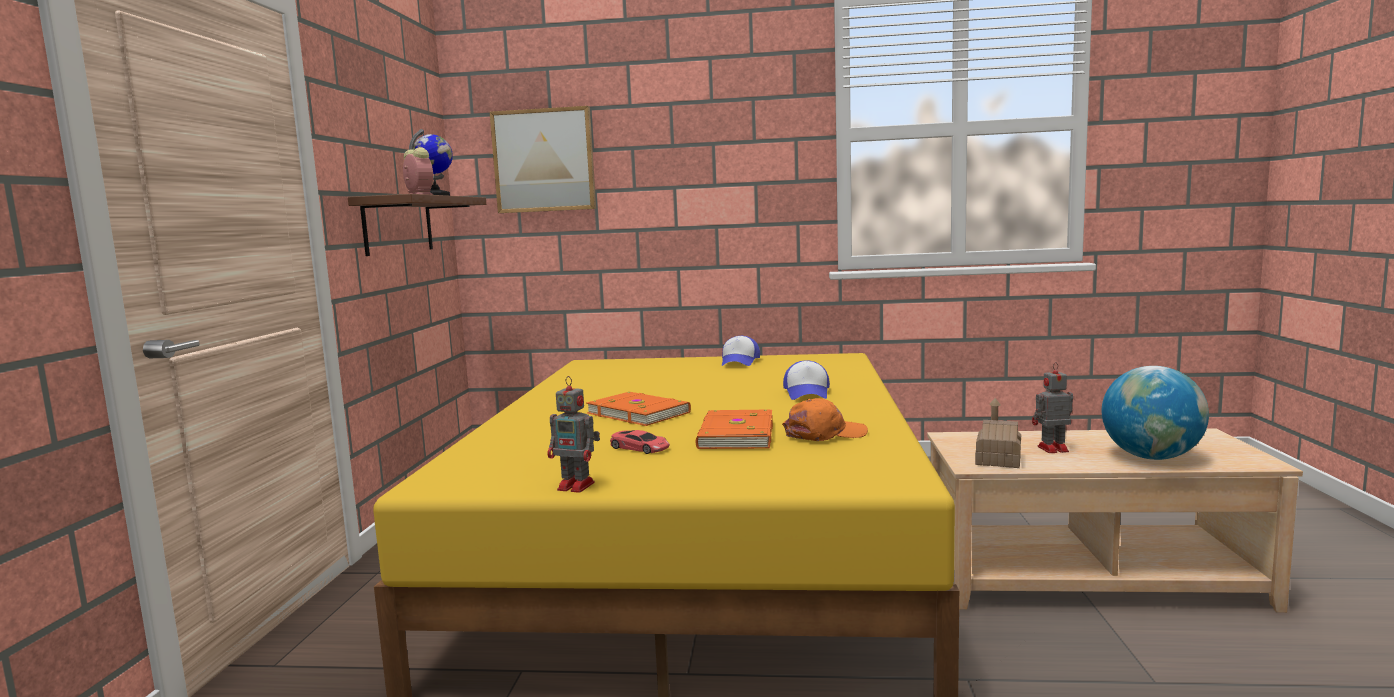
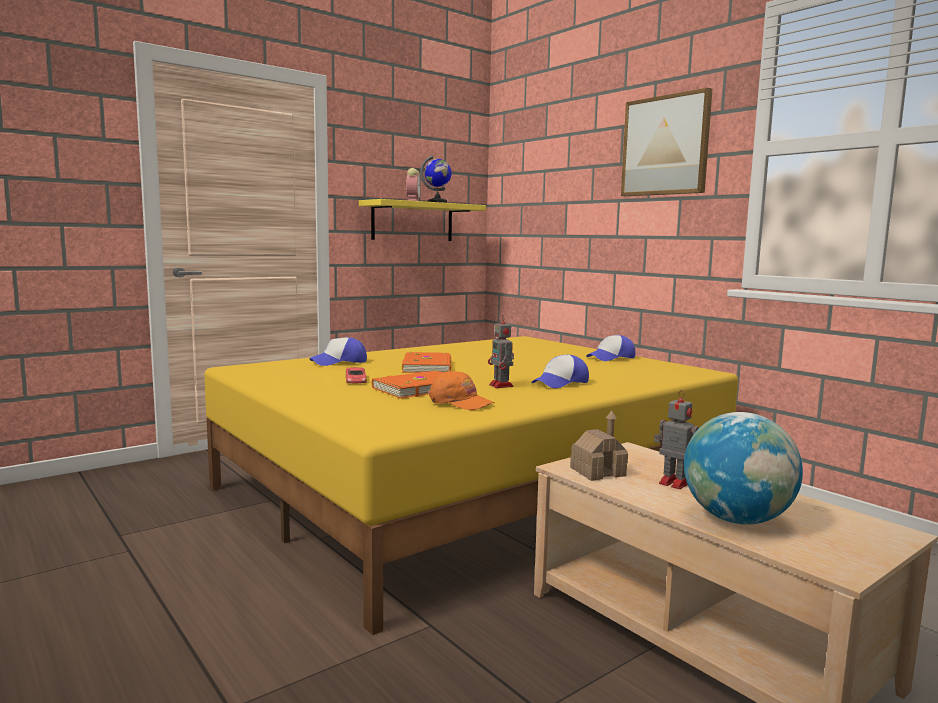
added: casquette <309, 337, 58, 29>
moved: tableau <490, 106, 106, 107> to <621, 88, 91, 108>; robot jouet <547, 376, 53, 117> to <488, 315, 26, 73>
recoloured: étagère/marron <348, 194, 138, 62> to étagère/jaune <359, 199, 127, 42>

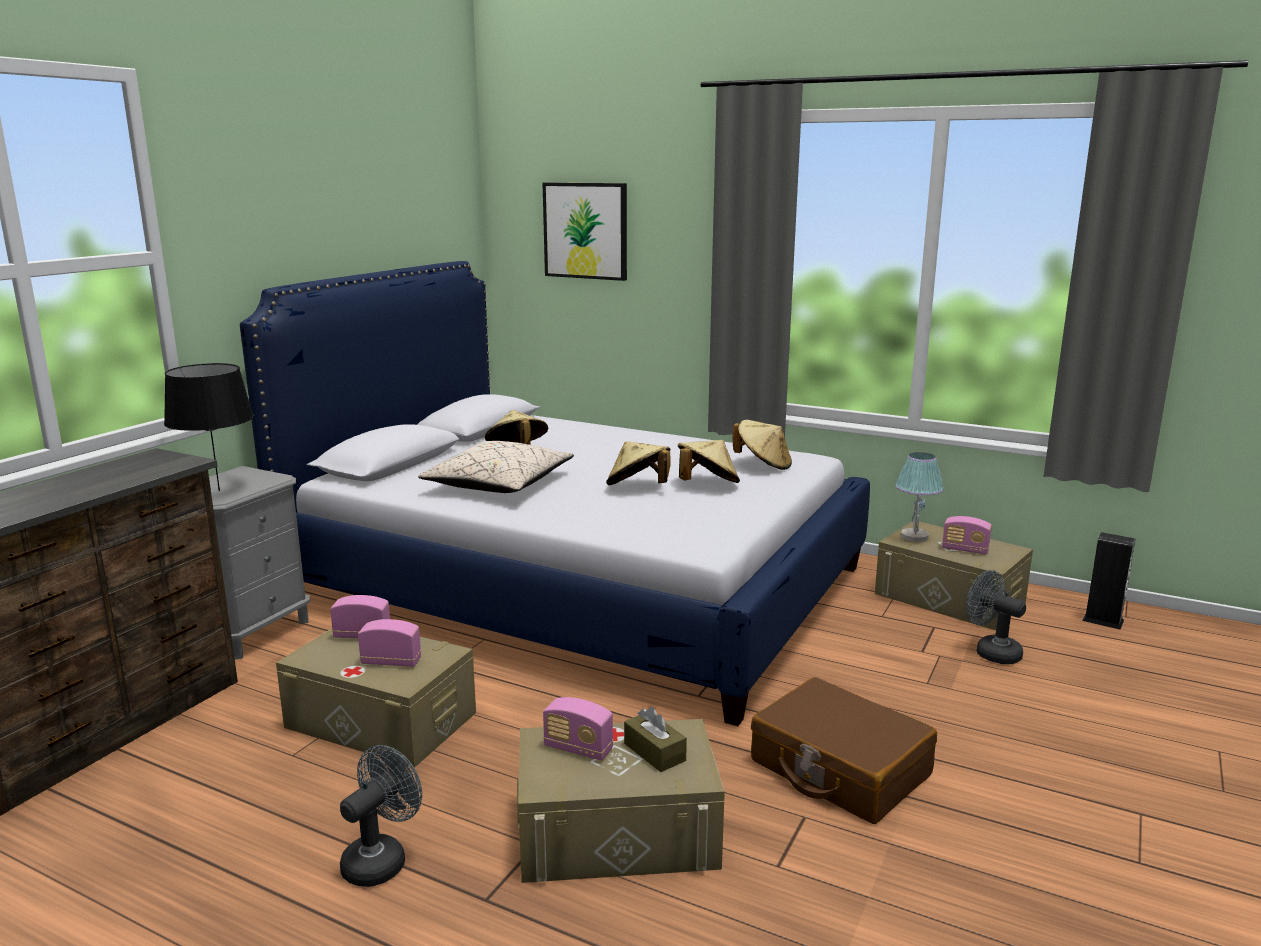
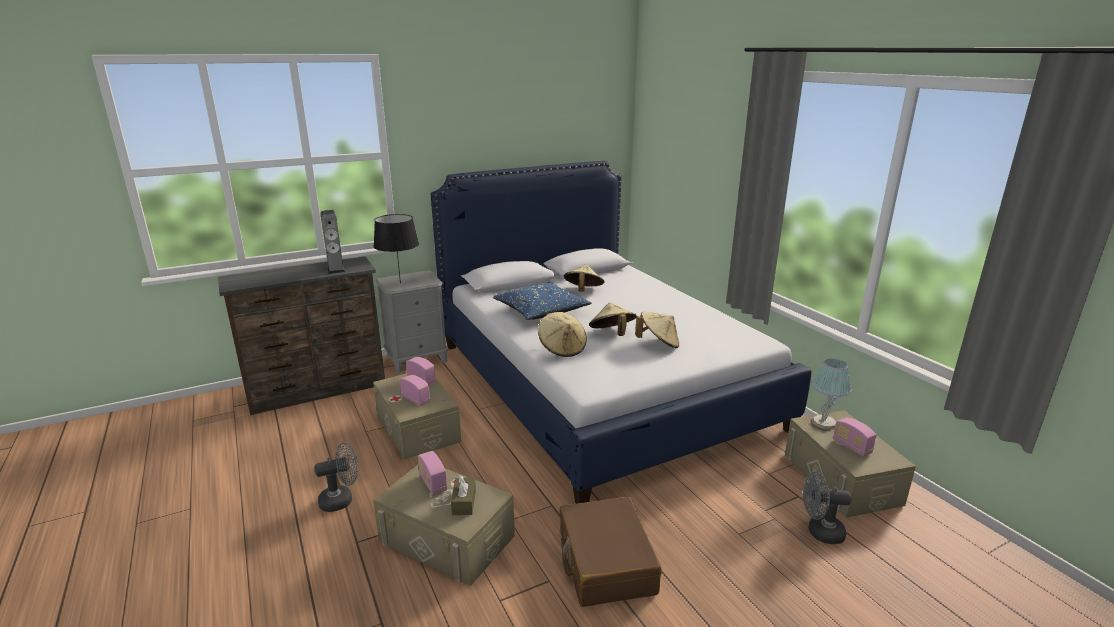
removed: tableau <542, 183, 85, 98>
moved: chapeau/beige <733, 420, 59, 50> to <538, 312, 49, 45>; enceinte <1082, 532, 53, 98> to <320, 210, 25, 64>
recoloured: coussin/beige <418, 441, 156, 52> to coussin/bleu <493, 283, 99, 37>
turned: ventilateur/gris <966, 570, 60, 94> = <803, 472, 48, 72> 75 degrees counterclockwise

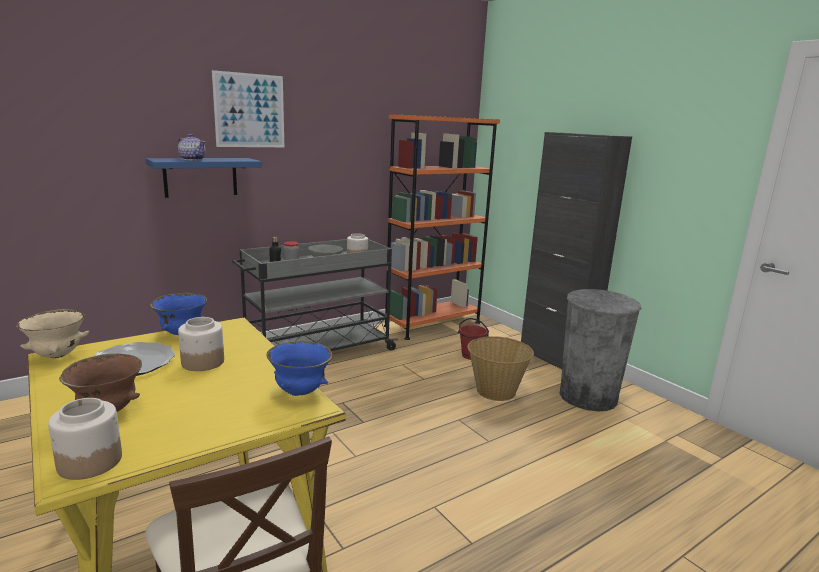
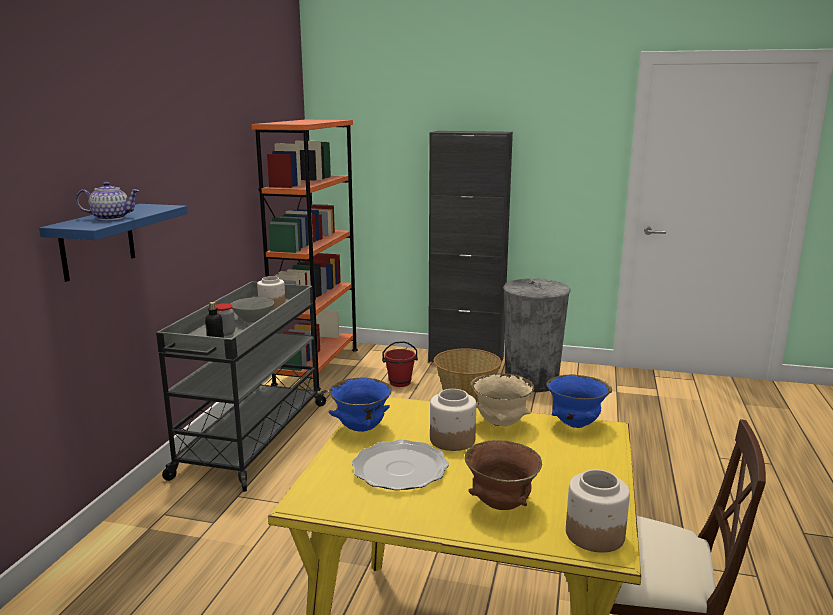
removed: tableau <212, 70, 72, 77>
moved: bol/beige <16, 309, 73, 49> to <470, 373, 64, 54>

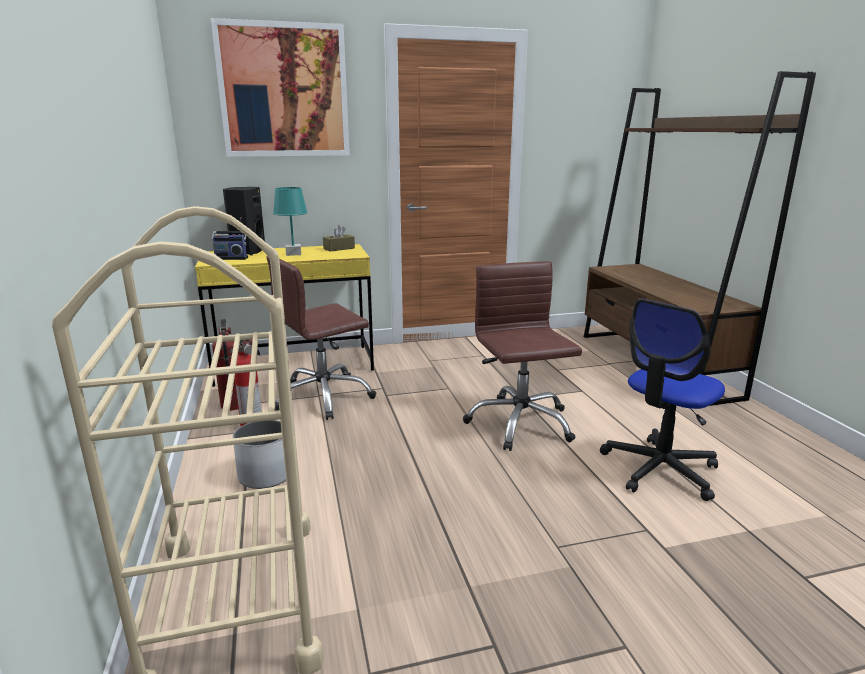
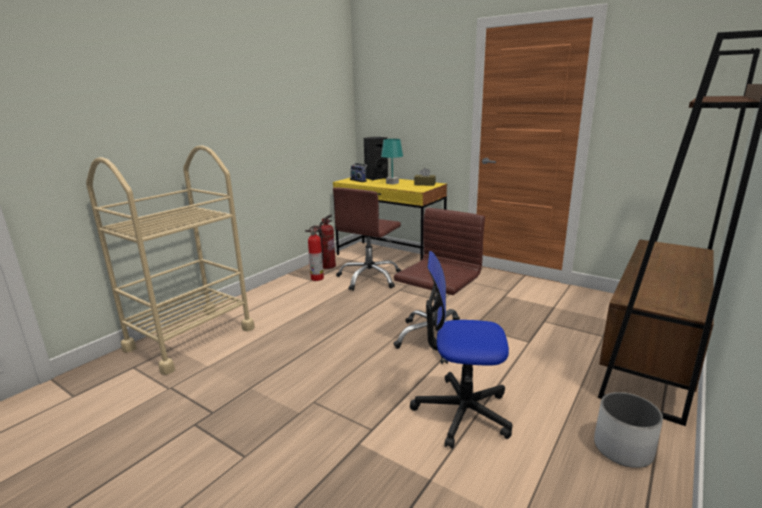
removed: tableau <211, 18, 139, 139>
moved: cache-pot/blanc <233, 420, 53, 69> to <594, 392, 69, 76>
turned: chaise de bureau/marron <266, 256, 110, 164> = <333, 187, 69, 104> 75 degrees counterclockwise

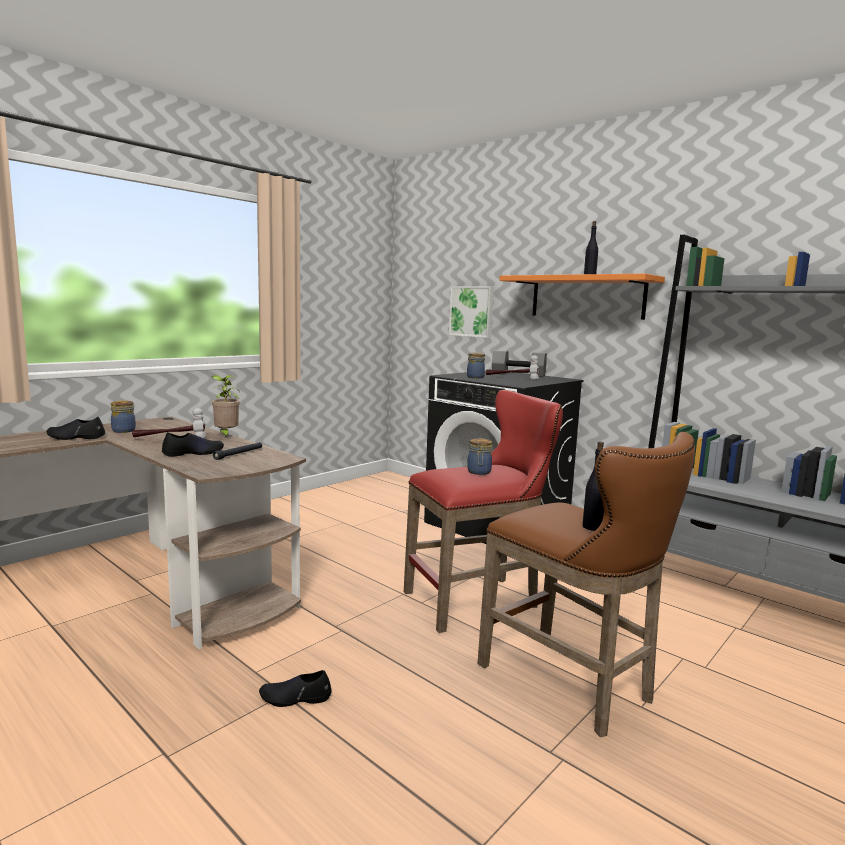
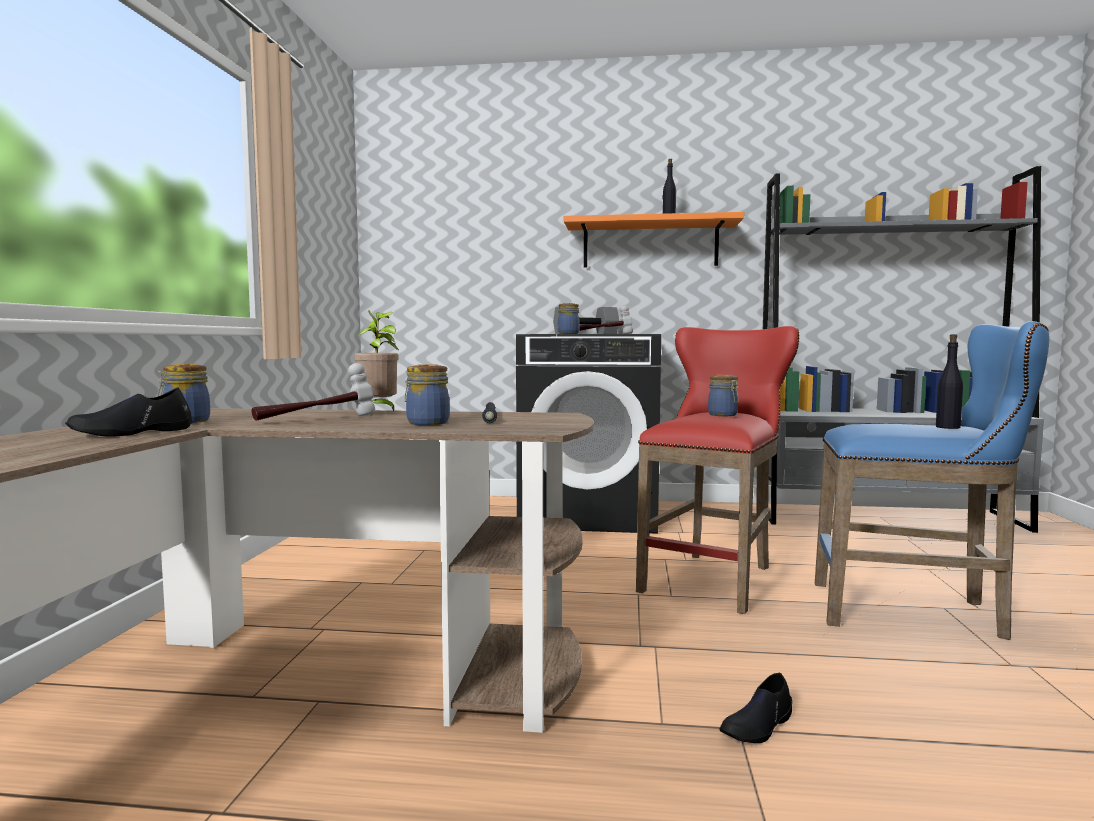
removed: tableau <449, 286, 45, 52>
replaced: chaussure/noir <162, 432, 62, 25> to bocal <405, 364, 45, 61>
recoloured: tabouret/marron <477, 432, 218, 305> to tabouret/bleu <815, 321, 235, 319>

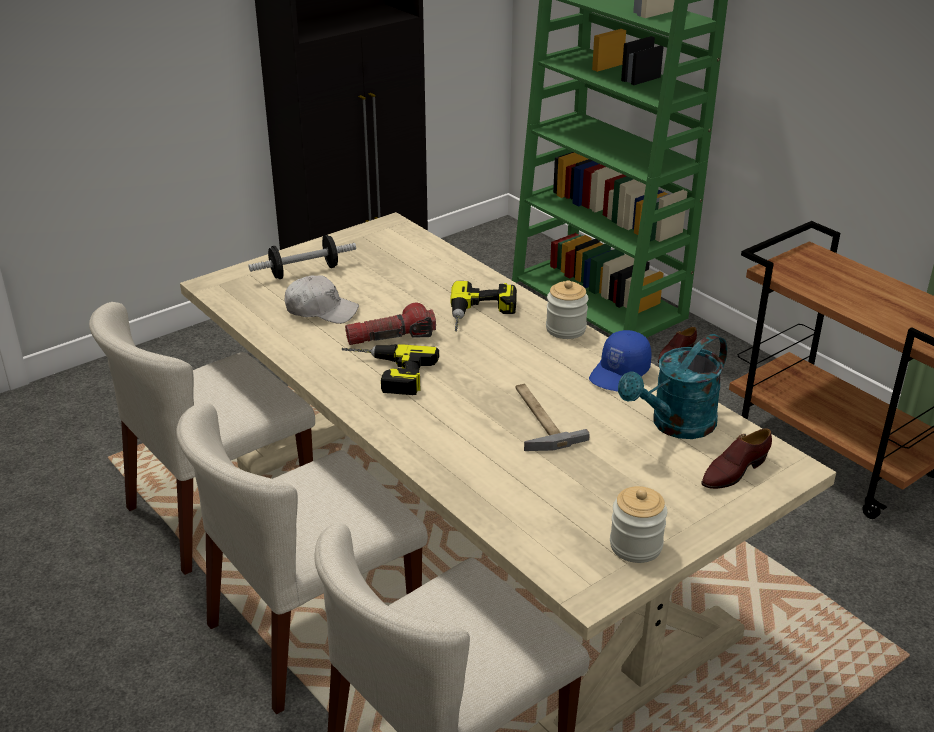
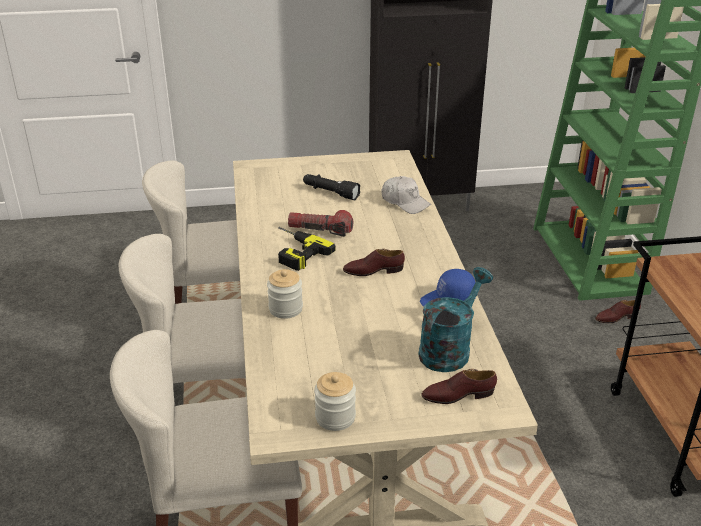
removed: haltère <248, 235, 108, 44>; perceuse <450, 281, 67, 50>; marteau <516, 384, 74, 67>
added: lampe de poche/noir <303, 174, 57, 26>; chaussure/marron <343, 249, 62, 27>
moved: casquette/blanc <285, 275, 74, 49> to <382, 176, 49, 38>; bocal <546, 280, 42, 59> to <267, 269, 36, 50>
turned: arrosoir/turquoise <618, 334, 109, 105> = <418, 267, 75, 105> 135 degrees clockwise

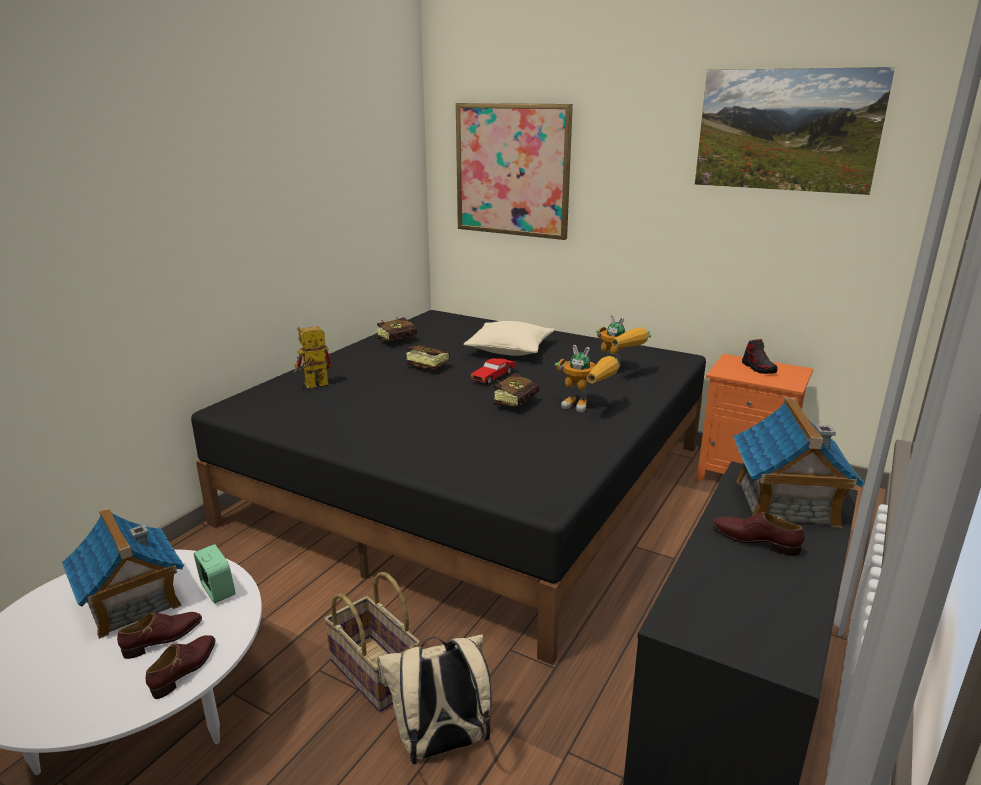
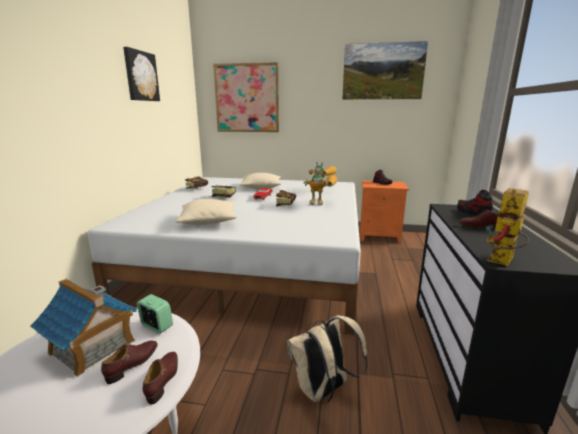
removed: panier <324, 572, 97, 140>
added: tableau <123, 47, 37, 54>; coussin/beige <176, 199, 61, 26>
moved: robot jouet <294, 326, 39, 62> to <486, 188, 43, 78>
replaced: maison miniature <733, 397, 132, 131> to chaussure <457, 190, 36, 26>
recoloured: lit/noir <191, 310, 515, 355> to lit/blanc <88, 177, 273, 156>

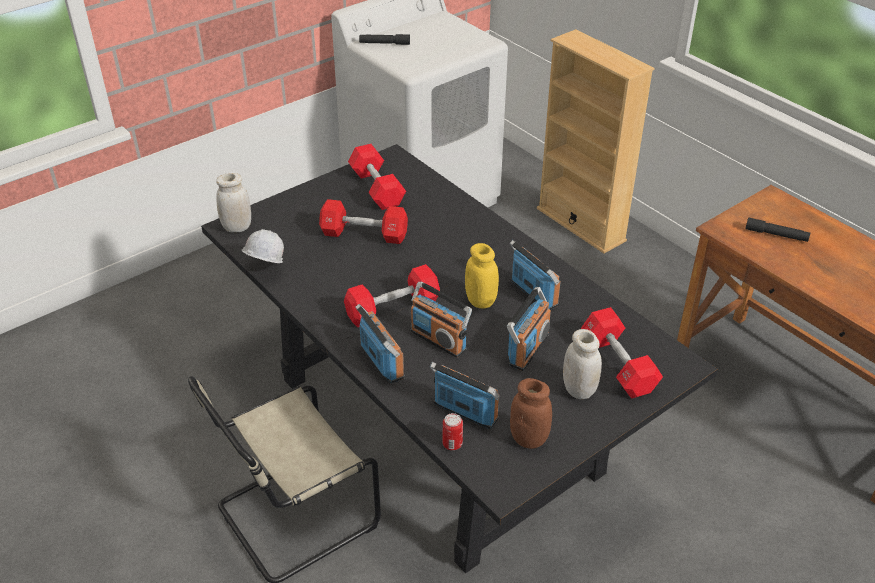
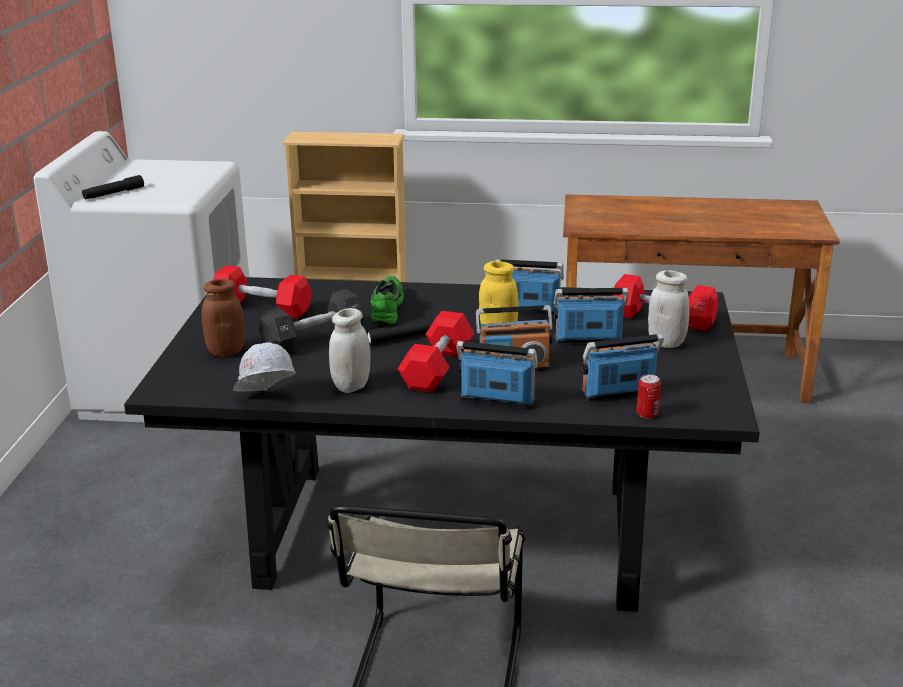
added: chaussure/vert <371, 276, 33, 49>
moved: bocal/blanc <216, 173, 35, 59> to <329, 308, 41, 85>; bocal/marron <510, 378, 42, 71> to <202, 279, 43, 78>; lampe de poche/noir <745, 217, 65, 25> to <366, 320, 68, 25>
recoloured: haltère/rouge <319, 199, 89, 45> to haltère/noir <259, 289, 106, 63>
turned: radio <507, 287, 44, 84> = <554, 288, 75, 56> 75 degrees counterclockwise

